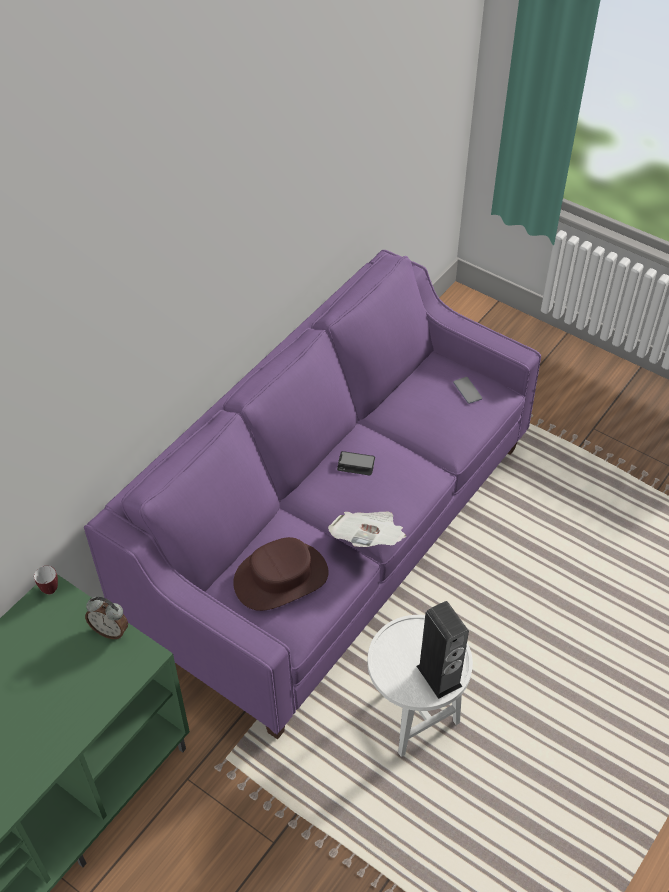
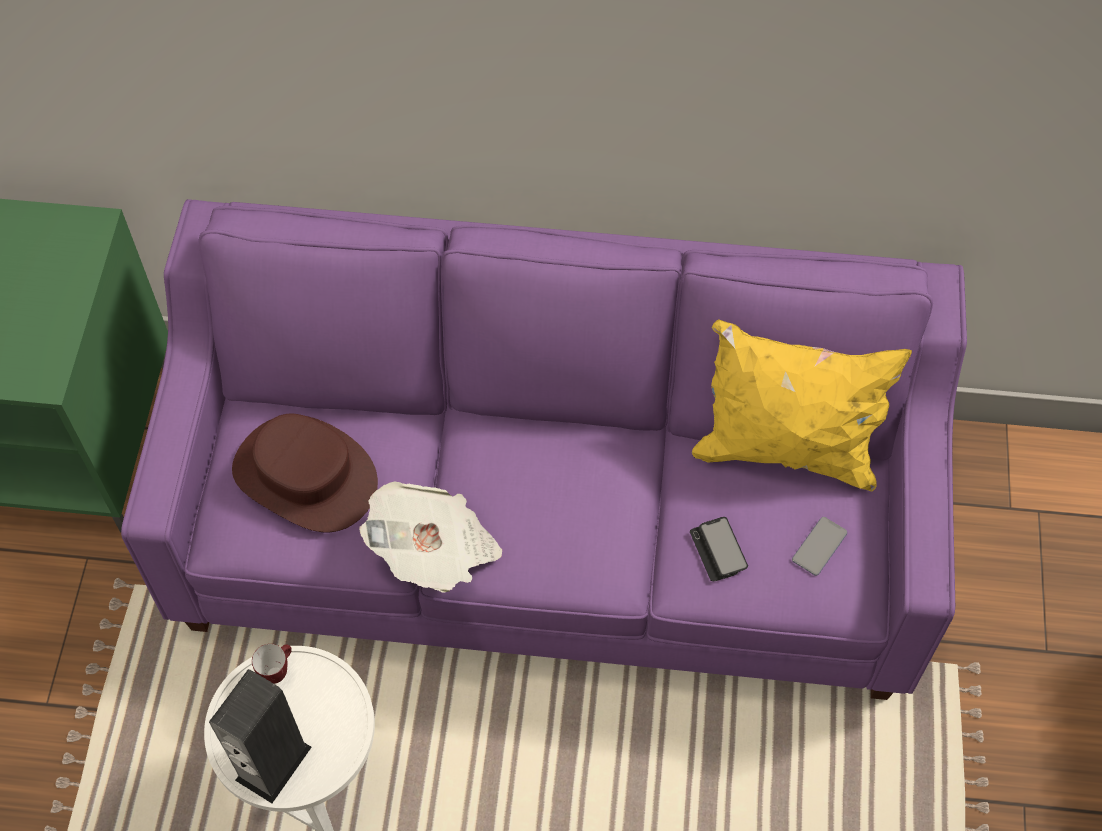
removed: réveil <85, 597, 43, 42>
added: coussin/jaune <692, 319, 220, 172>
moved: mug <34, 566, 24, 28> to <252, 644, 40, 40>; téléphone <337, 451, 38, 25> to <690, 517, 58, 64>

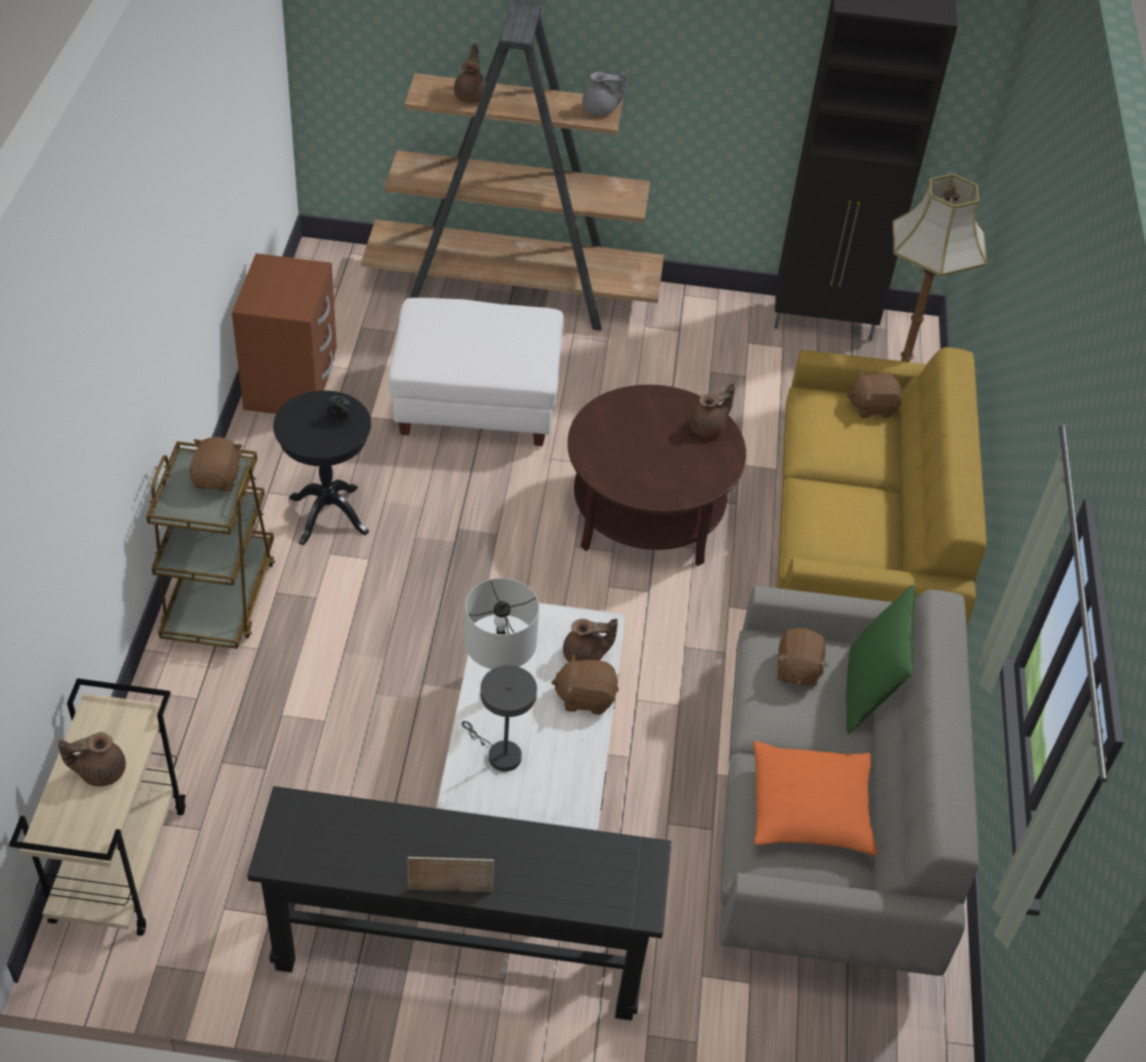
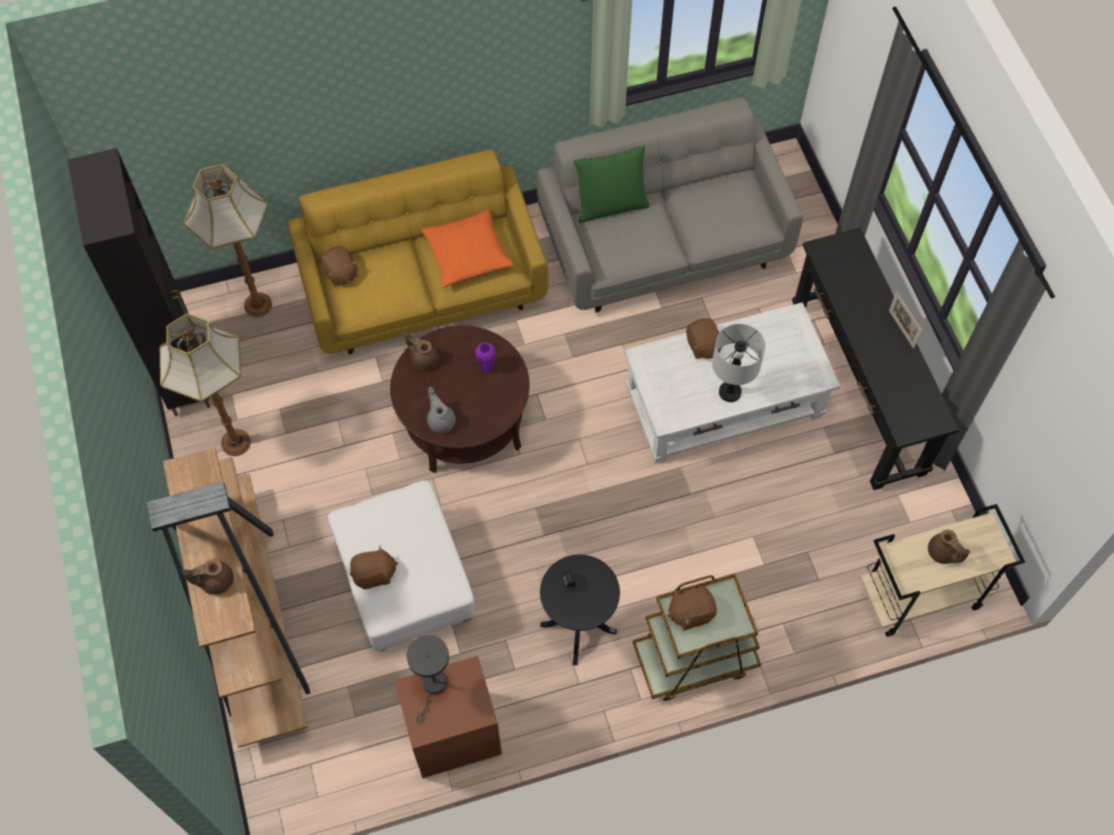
removed: théière/marron <563, 619, 55, 43>
added: lampadaire <160, 313, 91, 143>; vase/violet <475, 342, 21, 32>
moved: lampe de table/gris <462, 665, 75, 107> to <407, 635, 42, 88>; théière/gris <582, 69, 46, 46> to <427, 387, 29, 46>; coussin/orange <753, 741, 125, 115> to <421, 209, 93, 78>; peluche/marron <777, 628, 51, 59> to <350, 545, 48, 44>

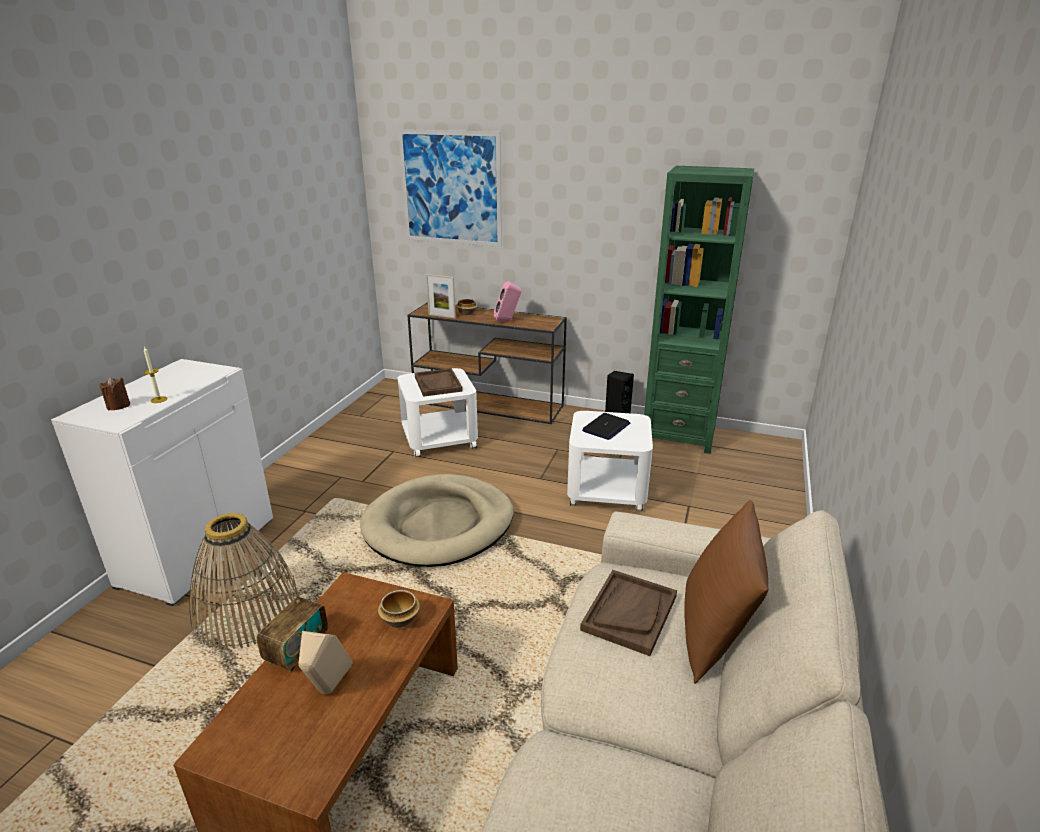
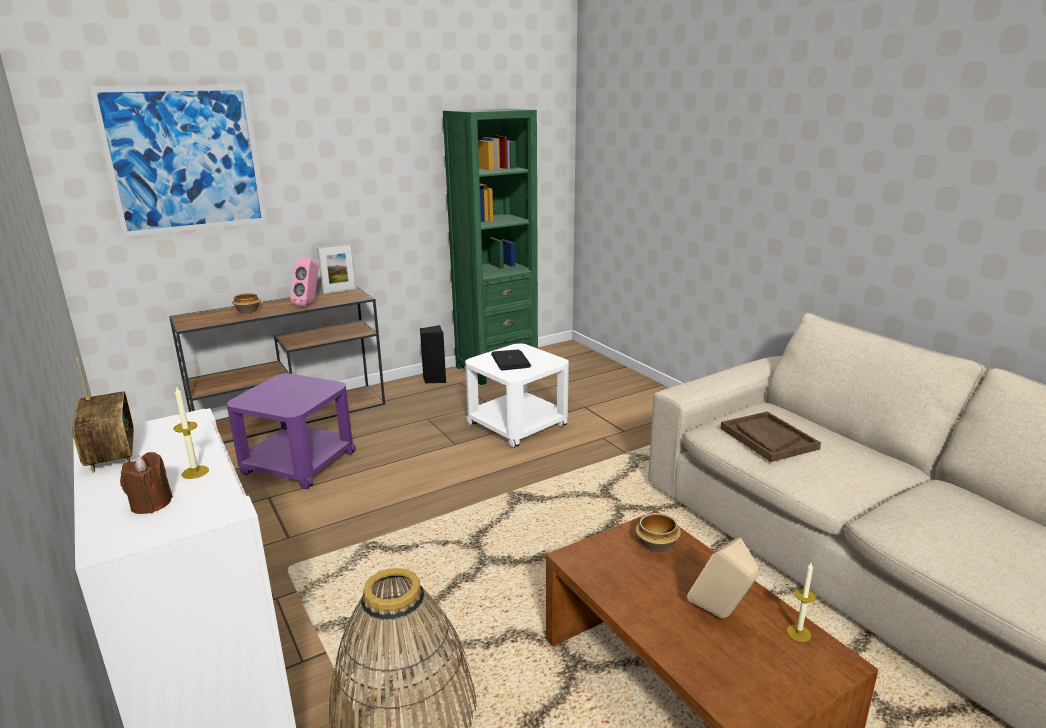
removed: panier pour chien/beige <360, 474, 154, 93>; plateau/marron <415, 368, 48, 29>; coussin/marron <684, 500, 84, 184>
added: bougie <787, 563, 29, 79>
moved: radio <256, 575, 72, 98> to <72, 358, 62, 115>; cadre photo <426, 274, 30, 44> to <317, 243, 40, 51>
recoloured: table d'appoint/blanc <398, 368, 80, 90> to table d'appoint/violet <227, 373, 129, 116>

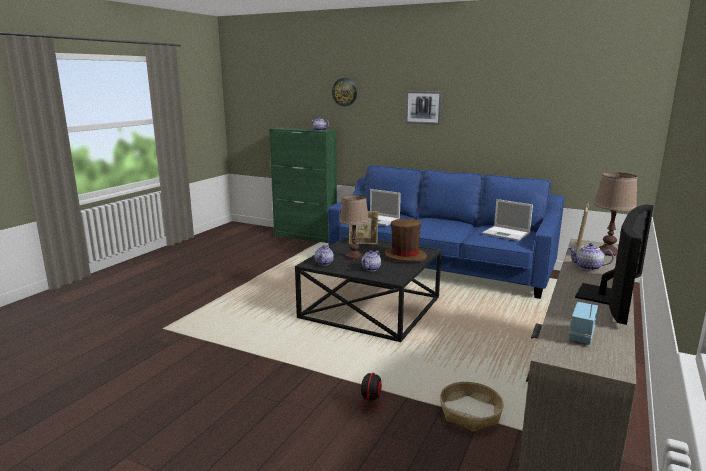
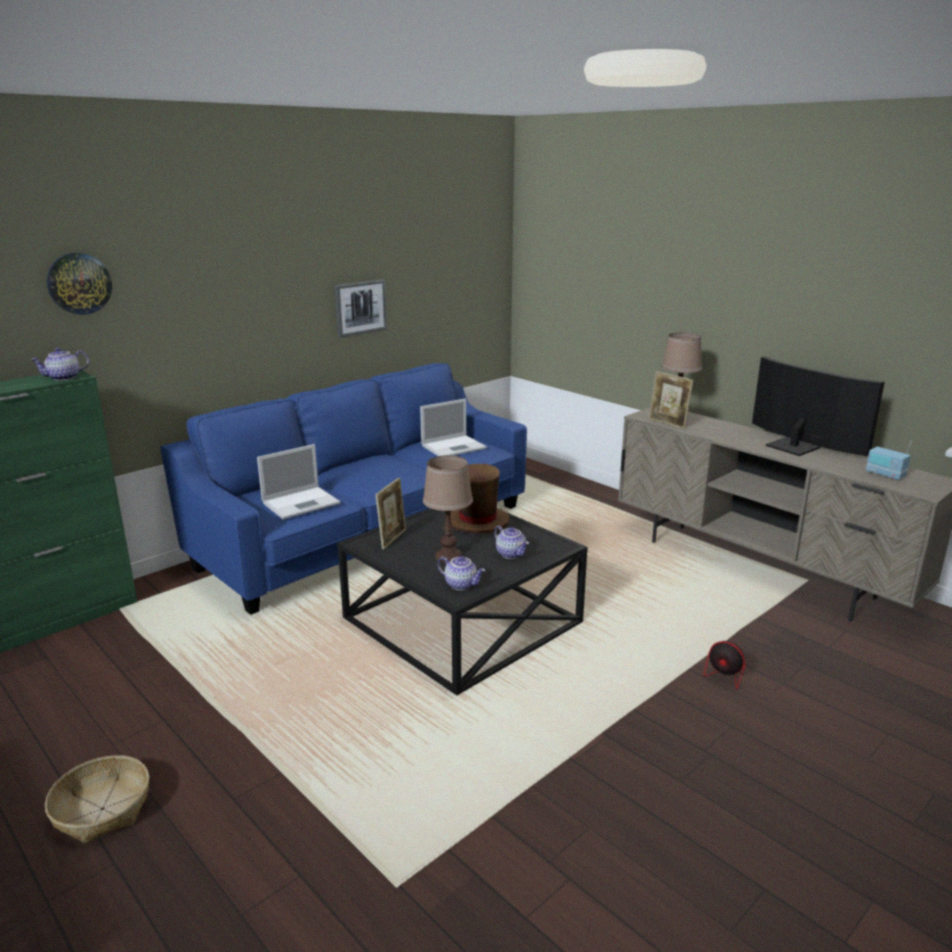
removed: théière <567, 243, 47, 28>
moved: tableau <405, 91, 37, 34> to <335, 279, 52, 59>; panier <440, 382, 64, 50> to <45, 755, 104, 89>

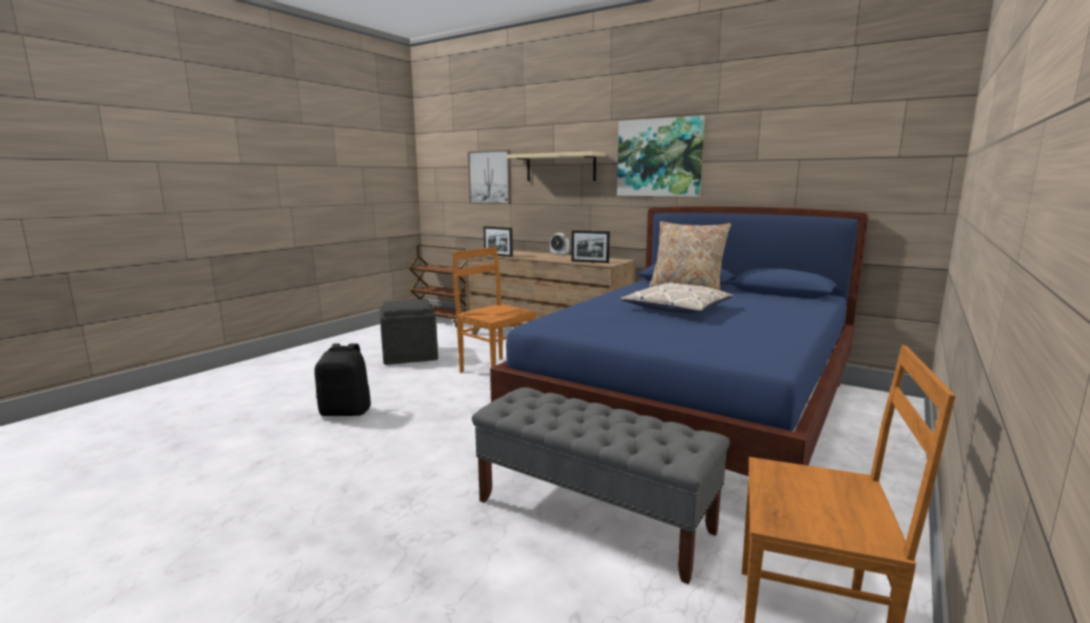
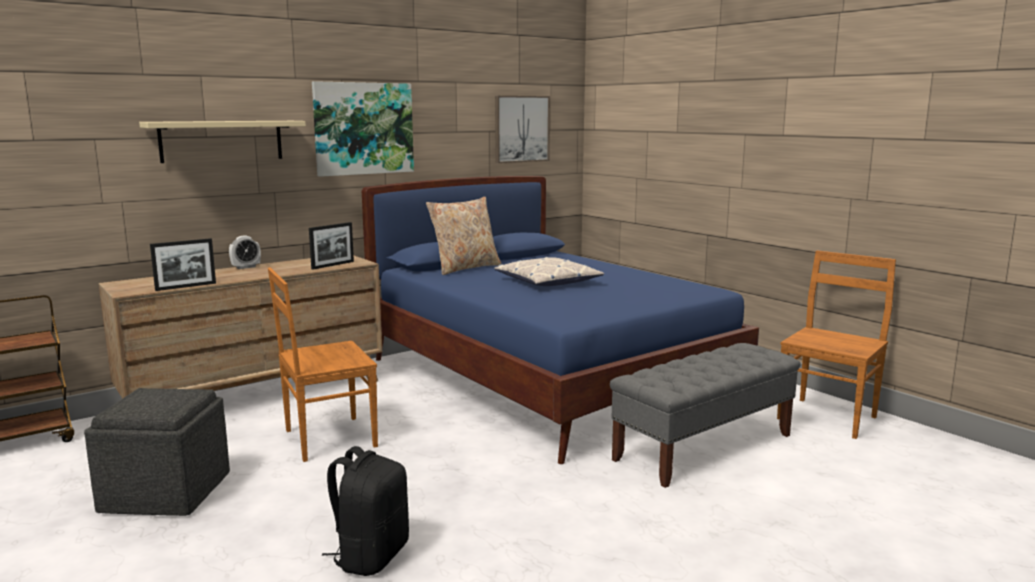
moved: tableau <468, 150, 43, 54> to <495, 96, 55, 67>

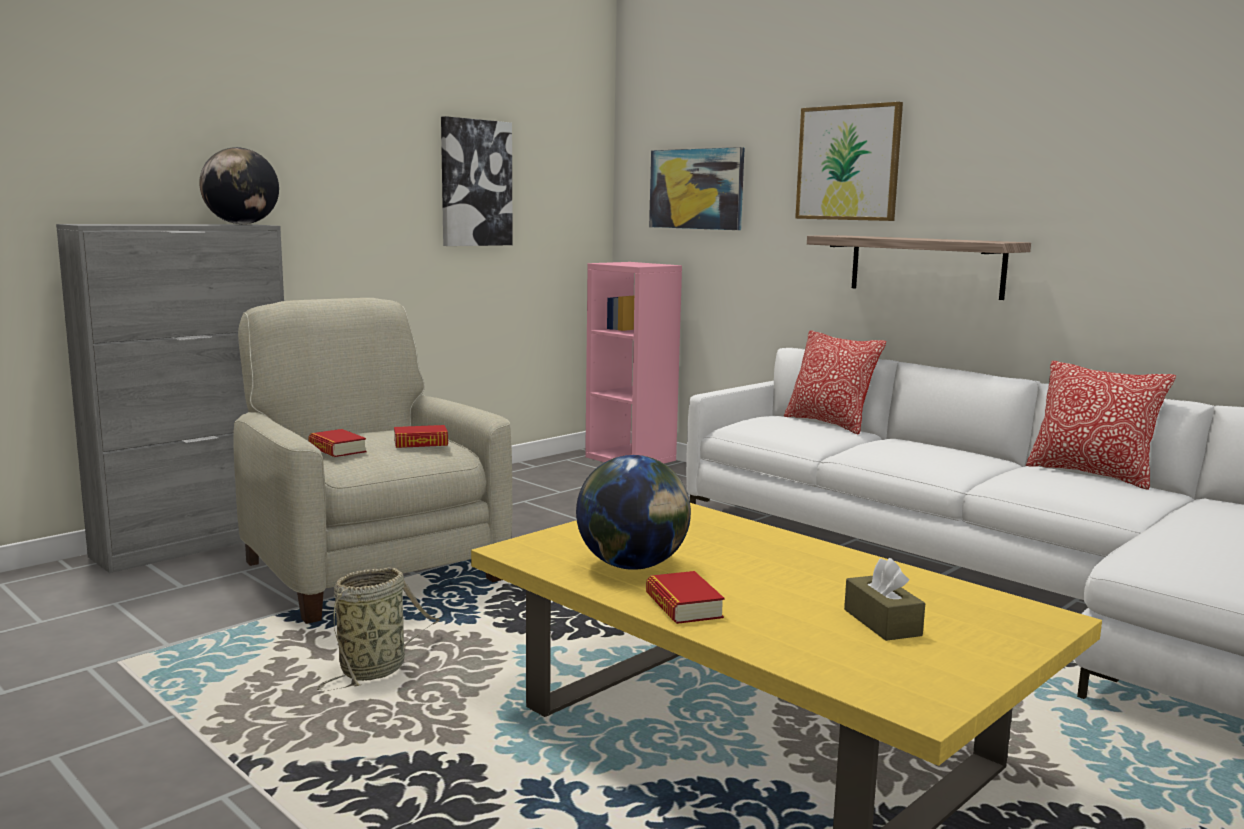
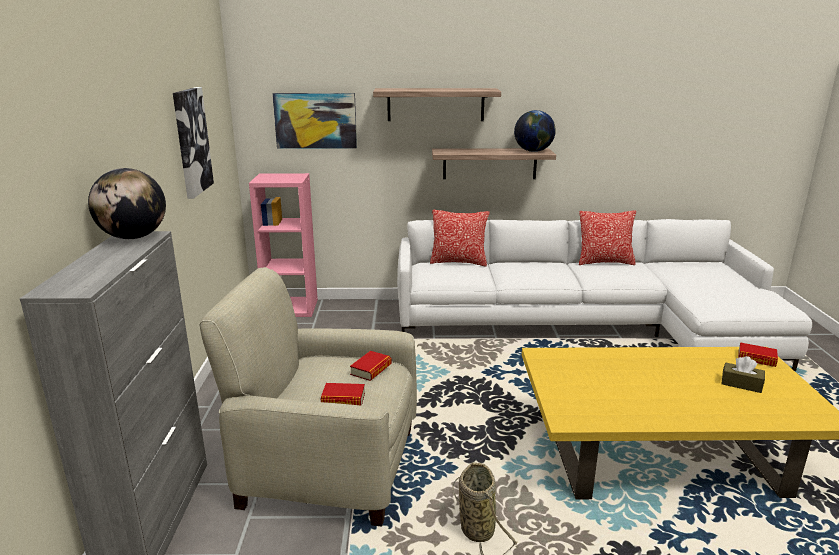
moved: globe <576, 455, 115, 115> to <514, 110, 42, 42>; livre <646, 571, 79, 53> to <738, 342, 40, 25>
replaced: tableau <795, 102, 108, 119> to étagère <373, 88, 128, 33>

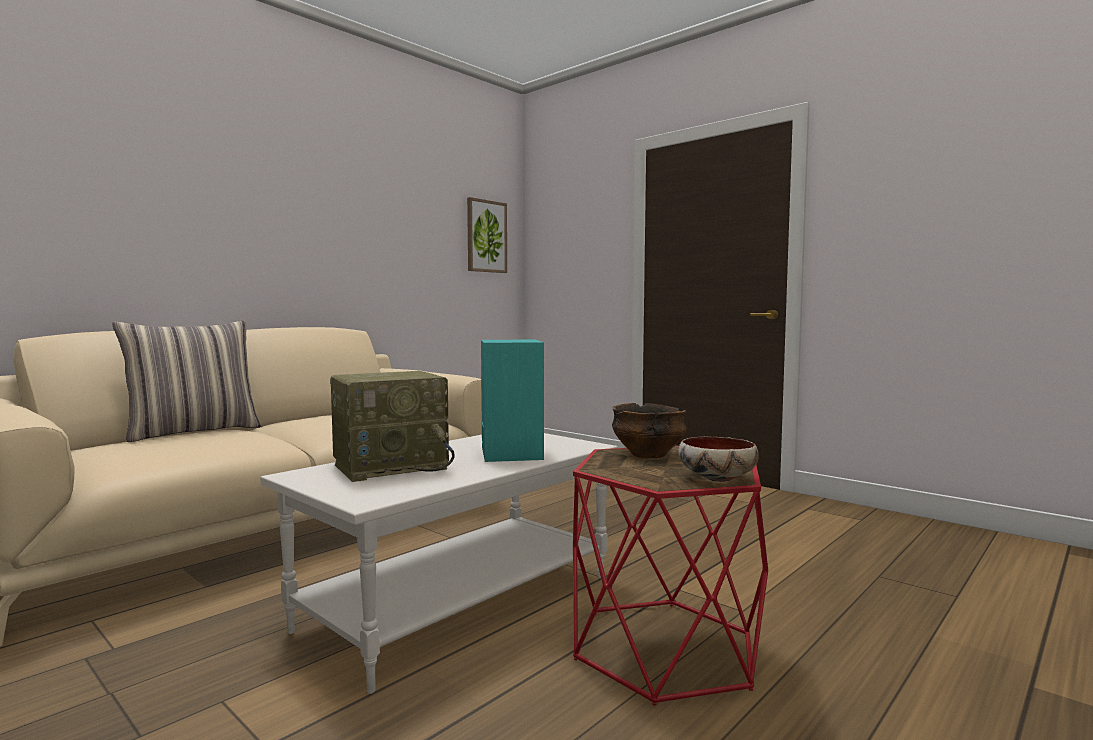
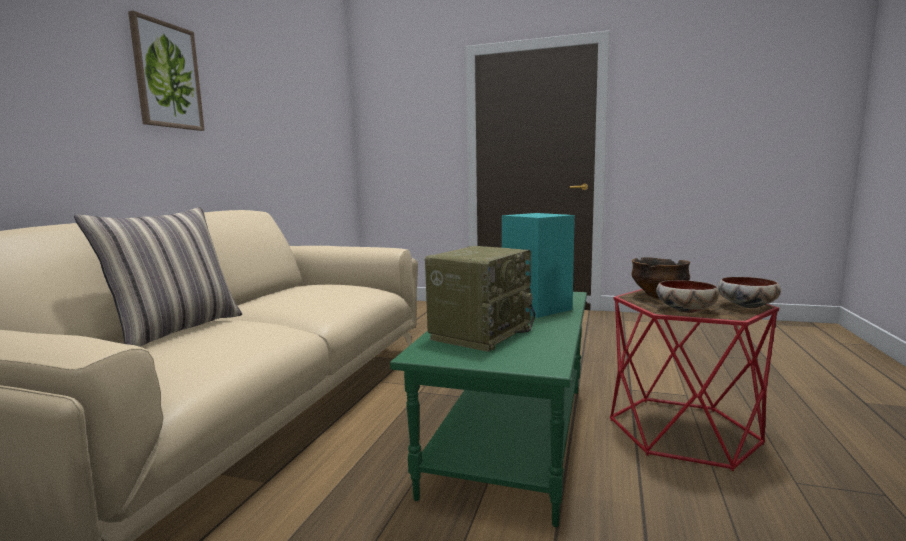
added: bol <656, 280, 63, 33>
moved: tableau <467, 197, 40, 76> to <128, 11, 77, 120>
recoloured: table basse/blanc <260, 433, 358, 261> to table basse/vert <390, 292, 197, 235>

